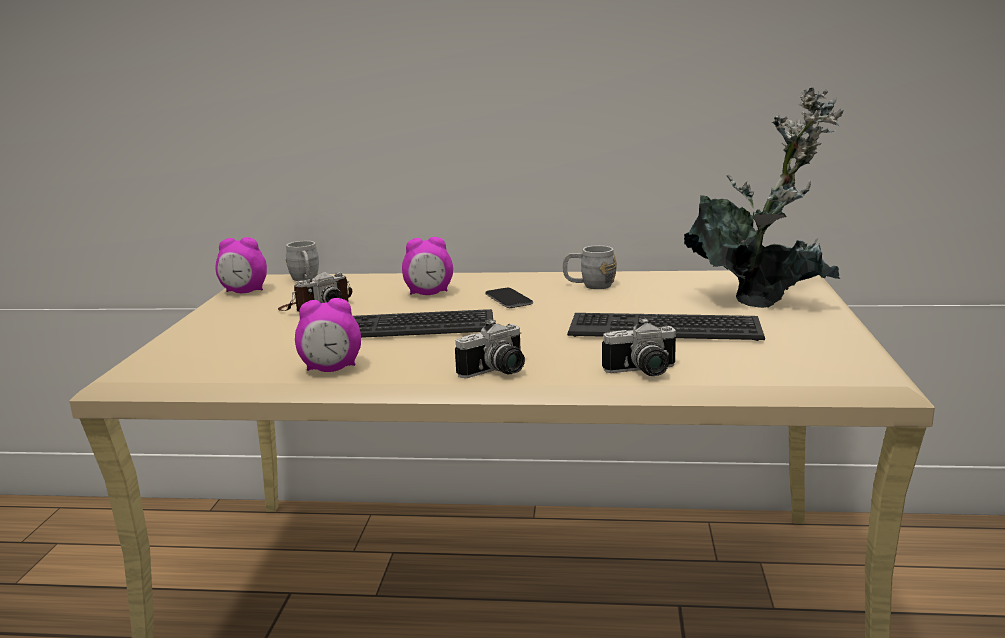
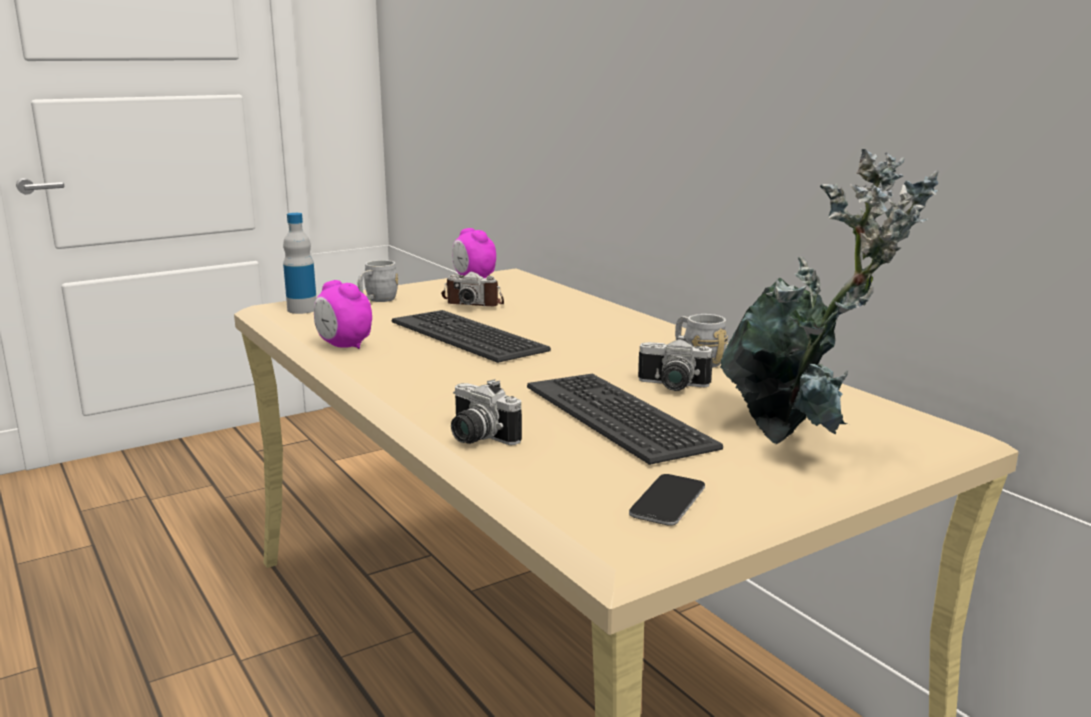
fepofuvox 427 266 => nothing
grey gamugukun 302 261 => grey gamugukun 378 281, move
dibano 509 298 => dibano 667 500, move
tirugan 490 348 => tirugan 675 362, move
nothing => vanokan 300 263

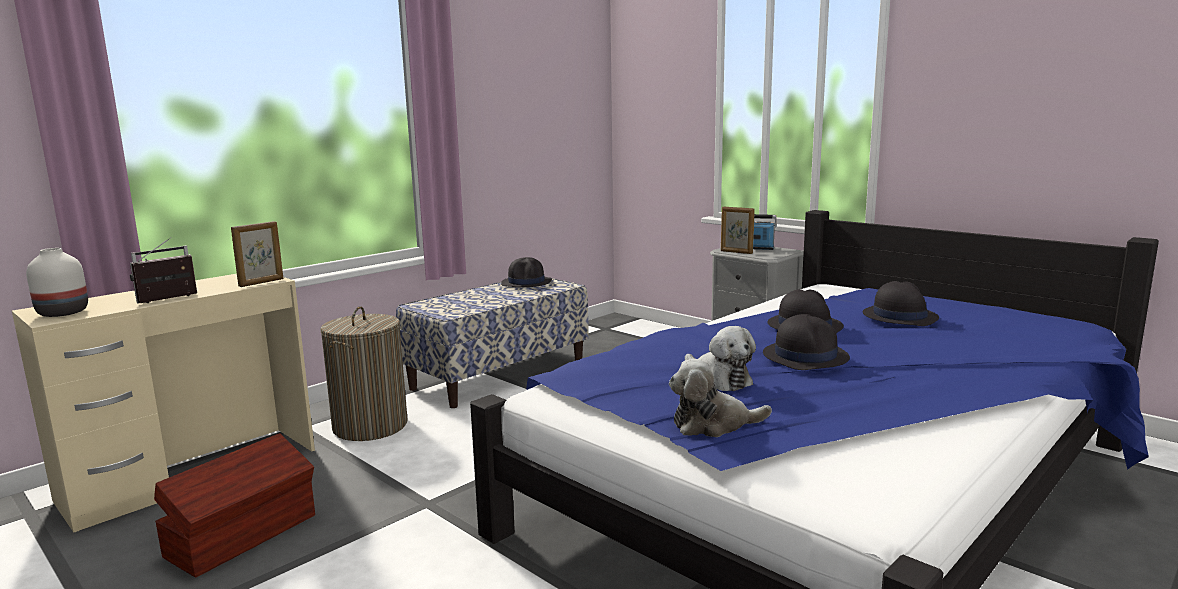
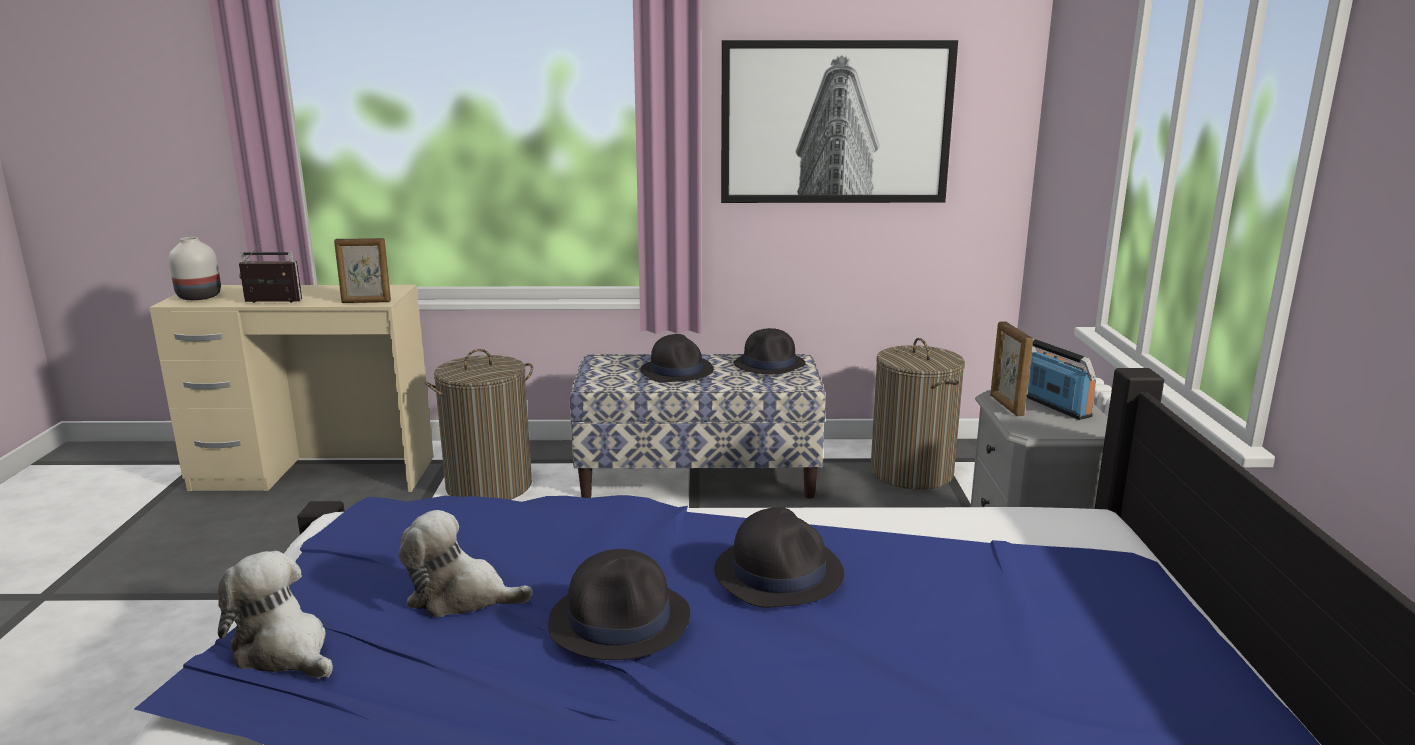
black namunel 901 303 => black namunel 677 358, move
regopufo 720 358 => regopufo 466 563, 90 degrees clockwise
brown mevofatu 234 505 => nothing
nothing => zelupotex 839 121
nothing => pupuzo 918 414

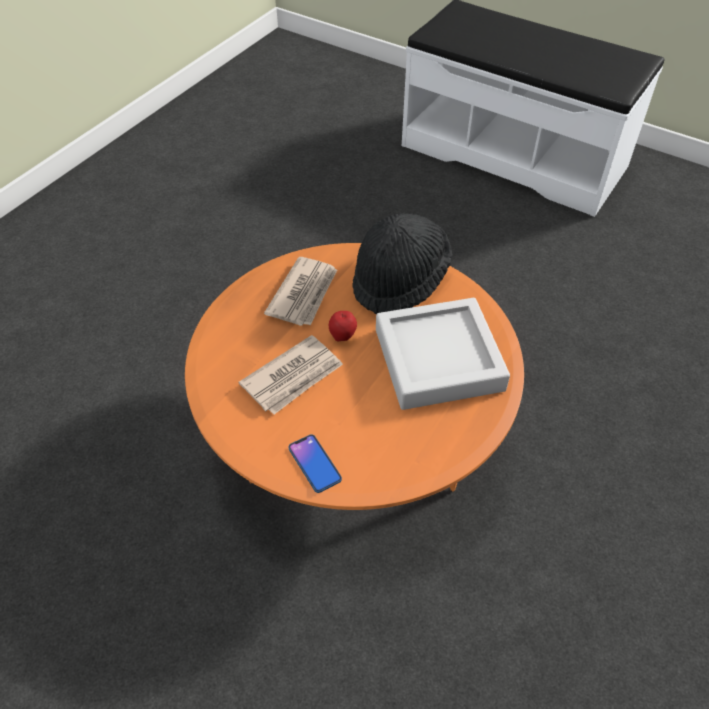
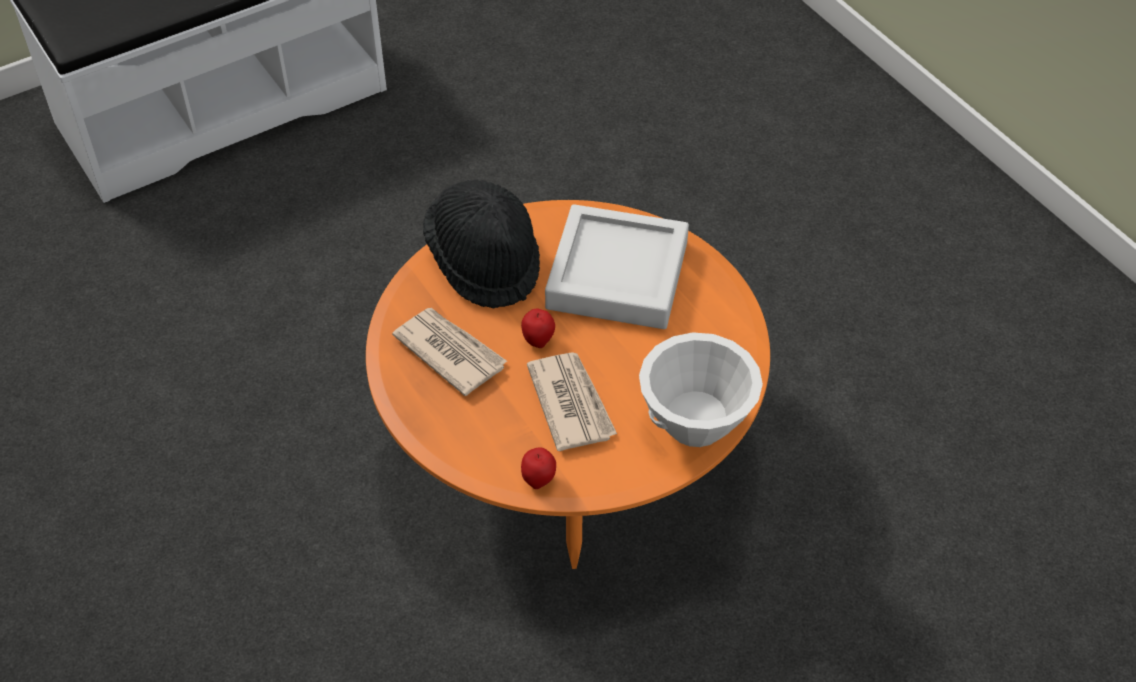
dibano 315 463 => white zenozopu 701 389
nothing => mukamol 538 468

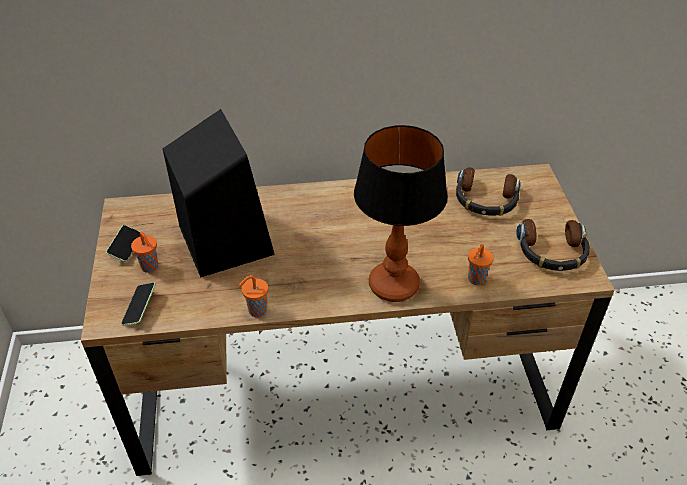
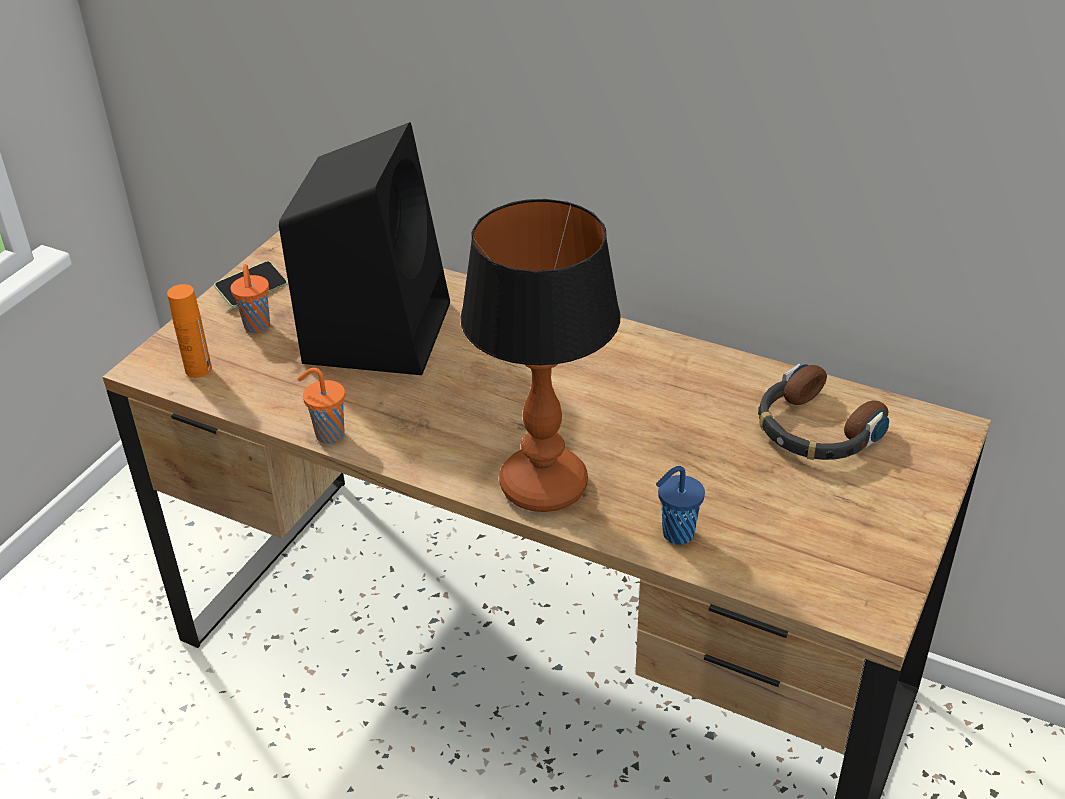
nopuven 553 245 => nothing
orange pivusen 481 264 => blue pivusen 680 505
dibano 138 304 => orange vanokan 189 331

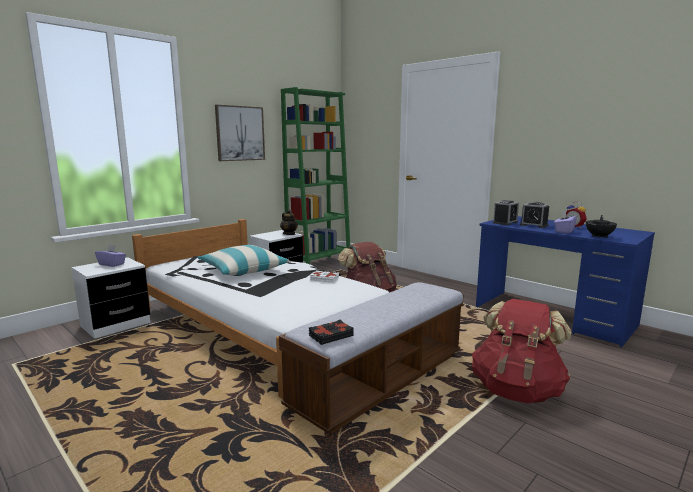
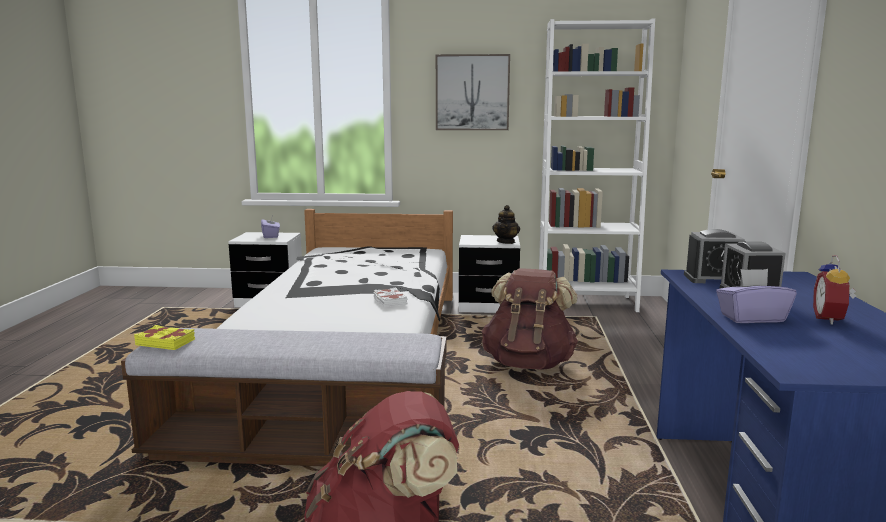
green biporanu 315 175 => white biporanu 597 165
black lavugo 601 226 => nothing
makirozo 243 260 => nothing
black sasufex 331 332 => yellow sasufex 164 337

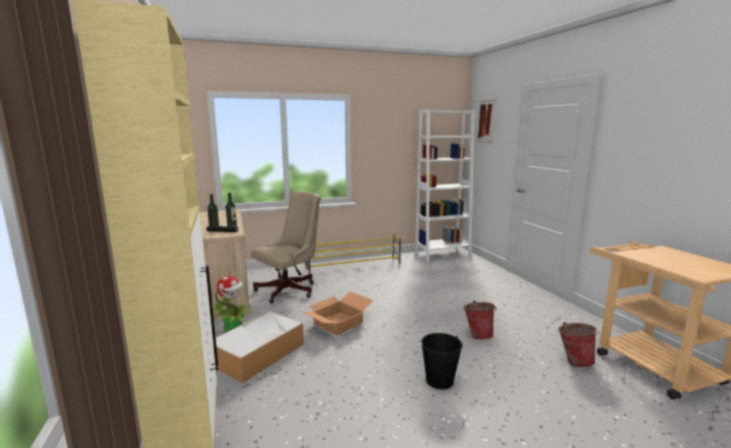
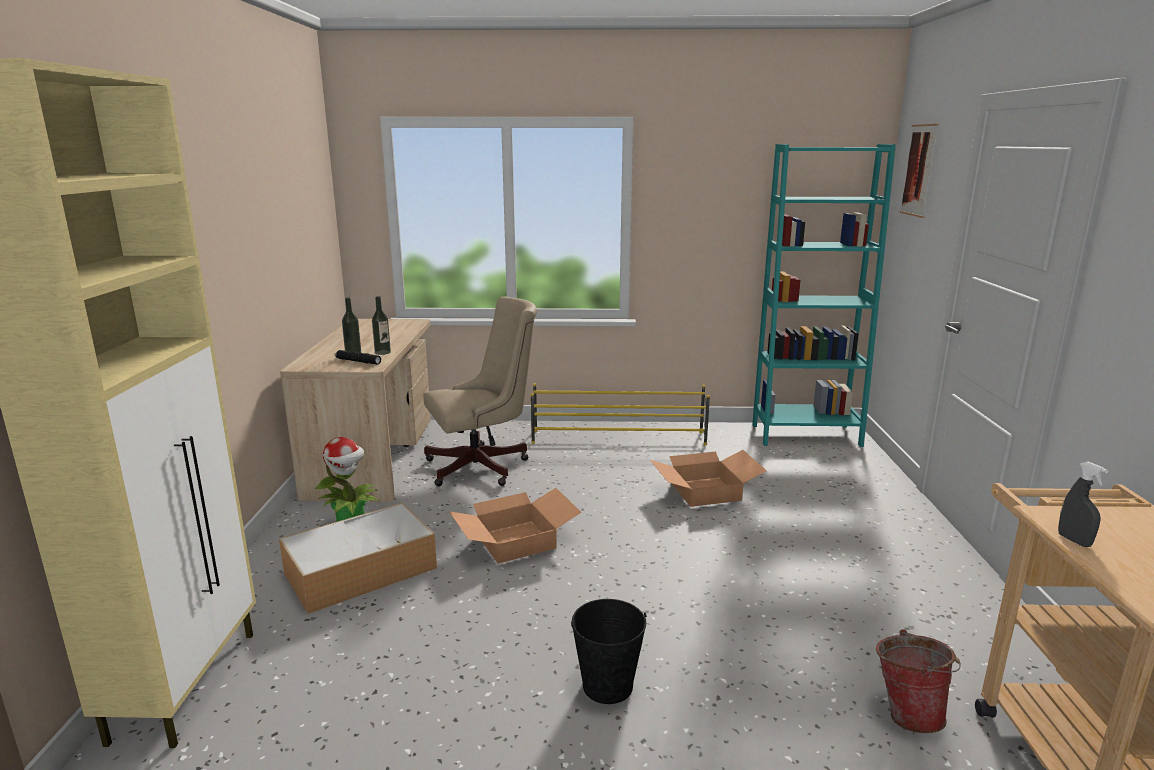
white biporanu 445 185 => turquoise biporanu 824 295
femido 480 320 => nothing
nothing => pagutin 708 478
nothing => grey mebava 1083 504

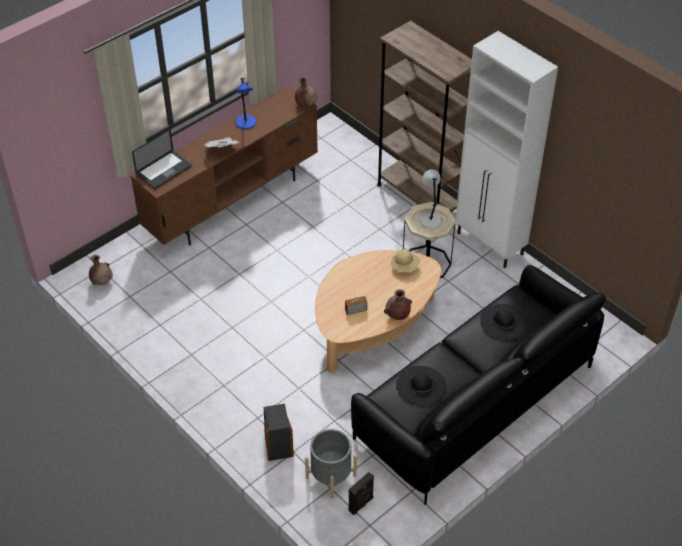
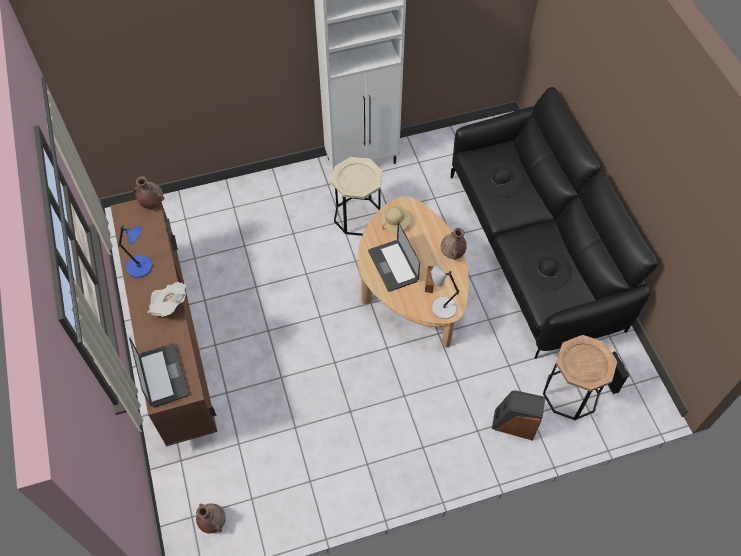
brown biporanu 424 116 => nothing
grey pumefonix 431 199 => grey pumefonix 445 292, move
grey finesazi 331 464 => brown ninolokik 580 377
nothing => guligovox 394 257

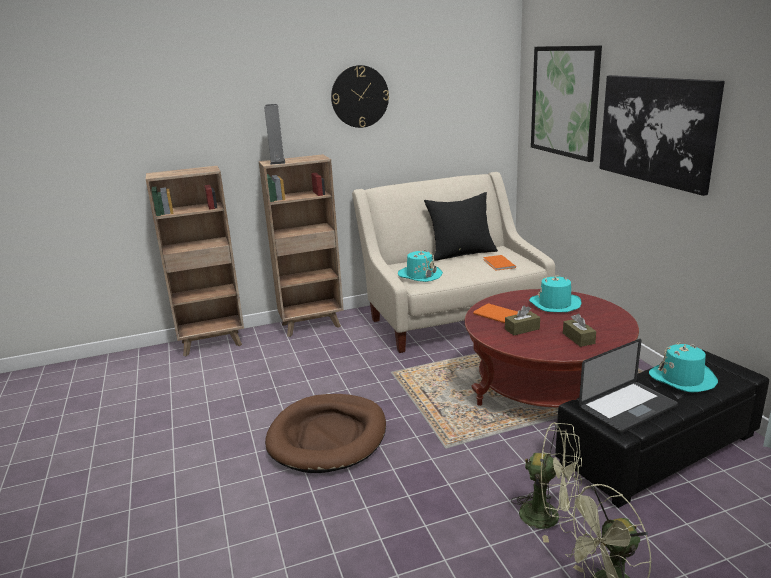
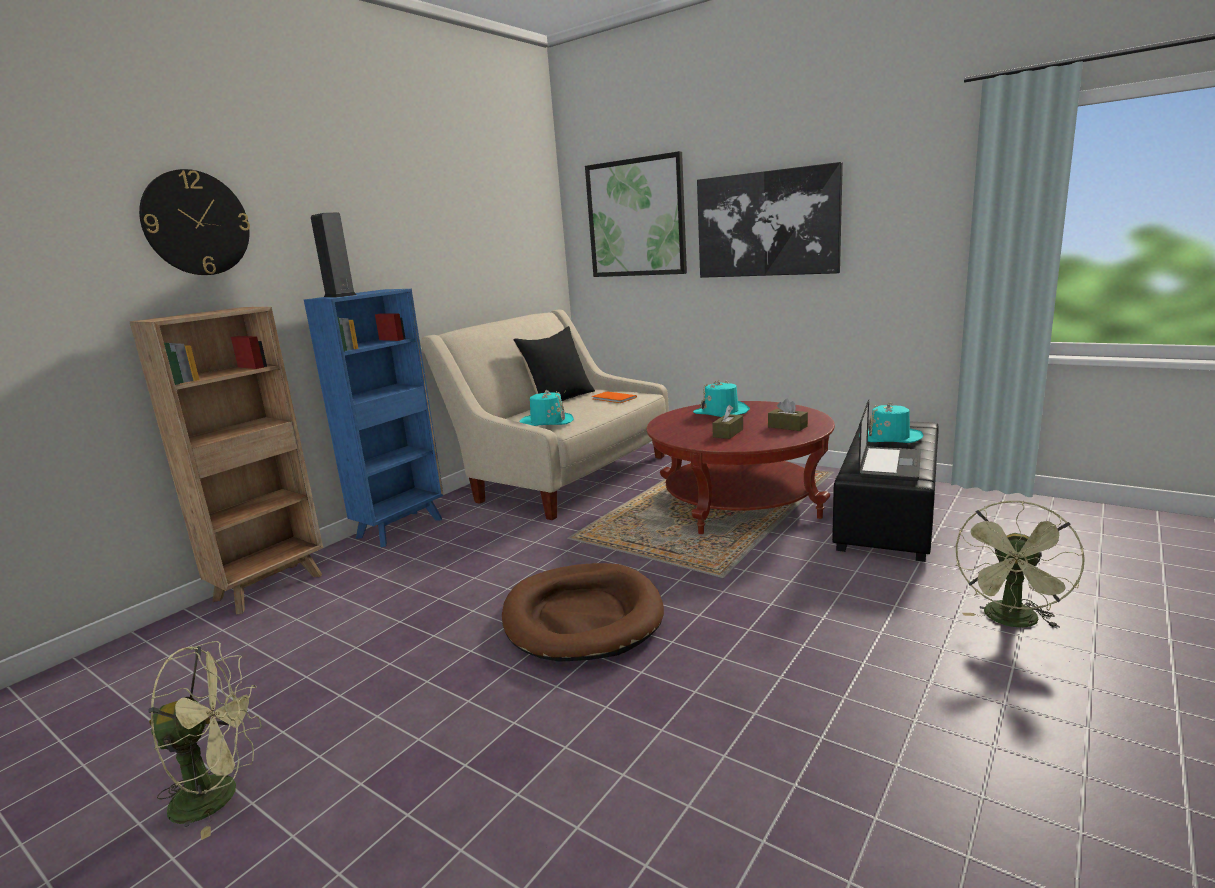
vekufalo 360 96 => vekufalo 194 222, move
brown biporanu 301 245 => blue biporanu 374 418
orange sasufex 495 313 => nothing
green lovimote 546 482 => green lovimote 205 740, move

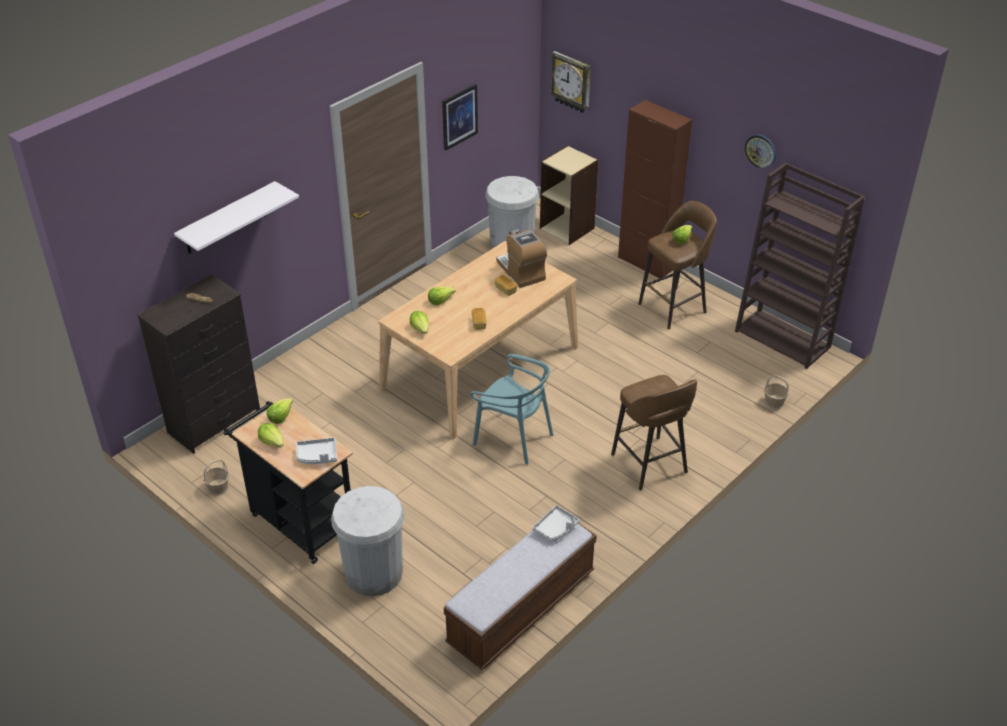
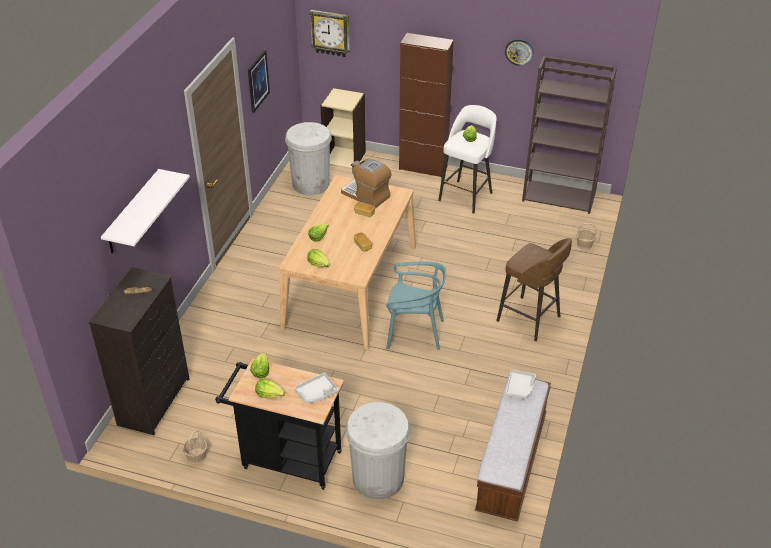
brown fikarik 677 265 => white fikarik 467 159

